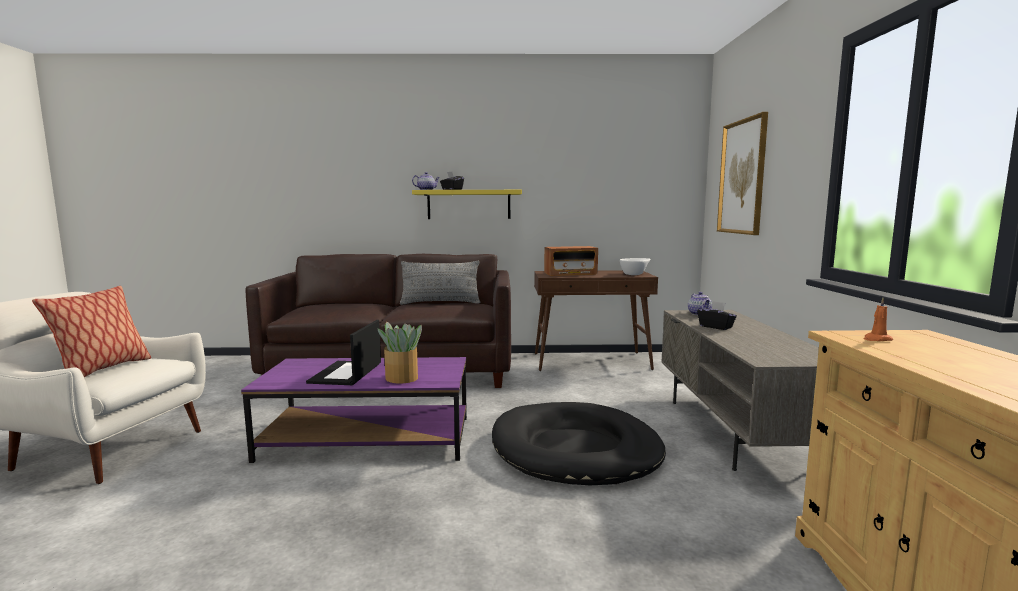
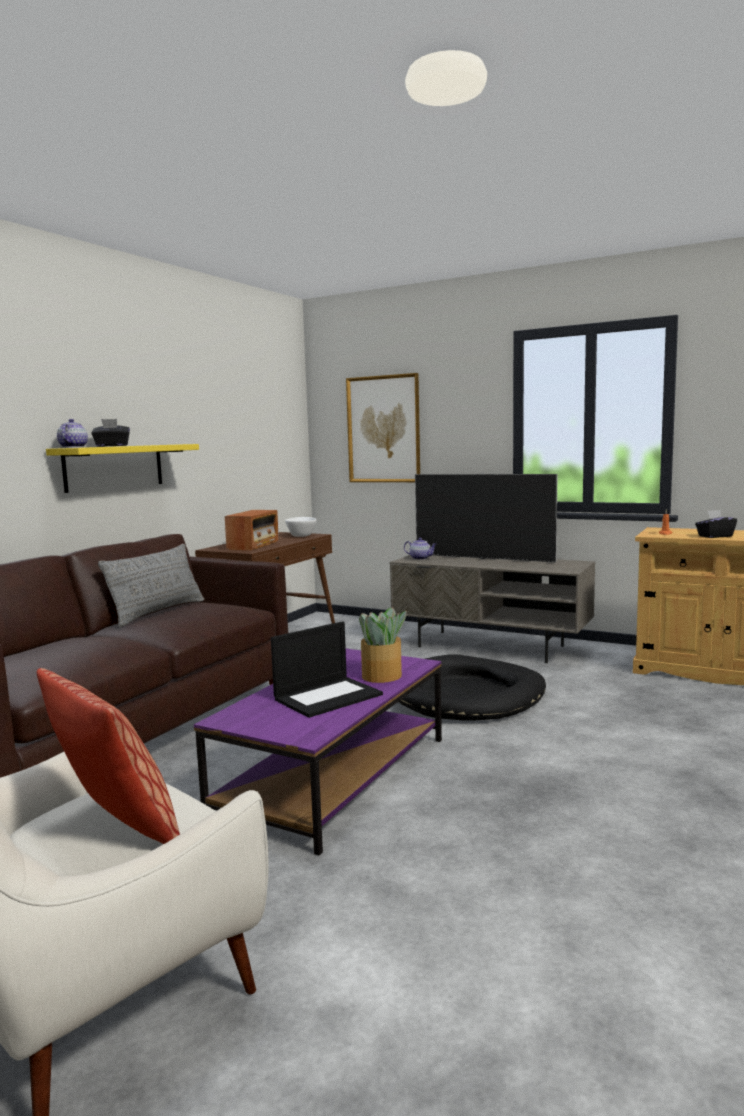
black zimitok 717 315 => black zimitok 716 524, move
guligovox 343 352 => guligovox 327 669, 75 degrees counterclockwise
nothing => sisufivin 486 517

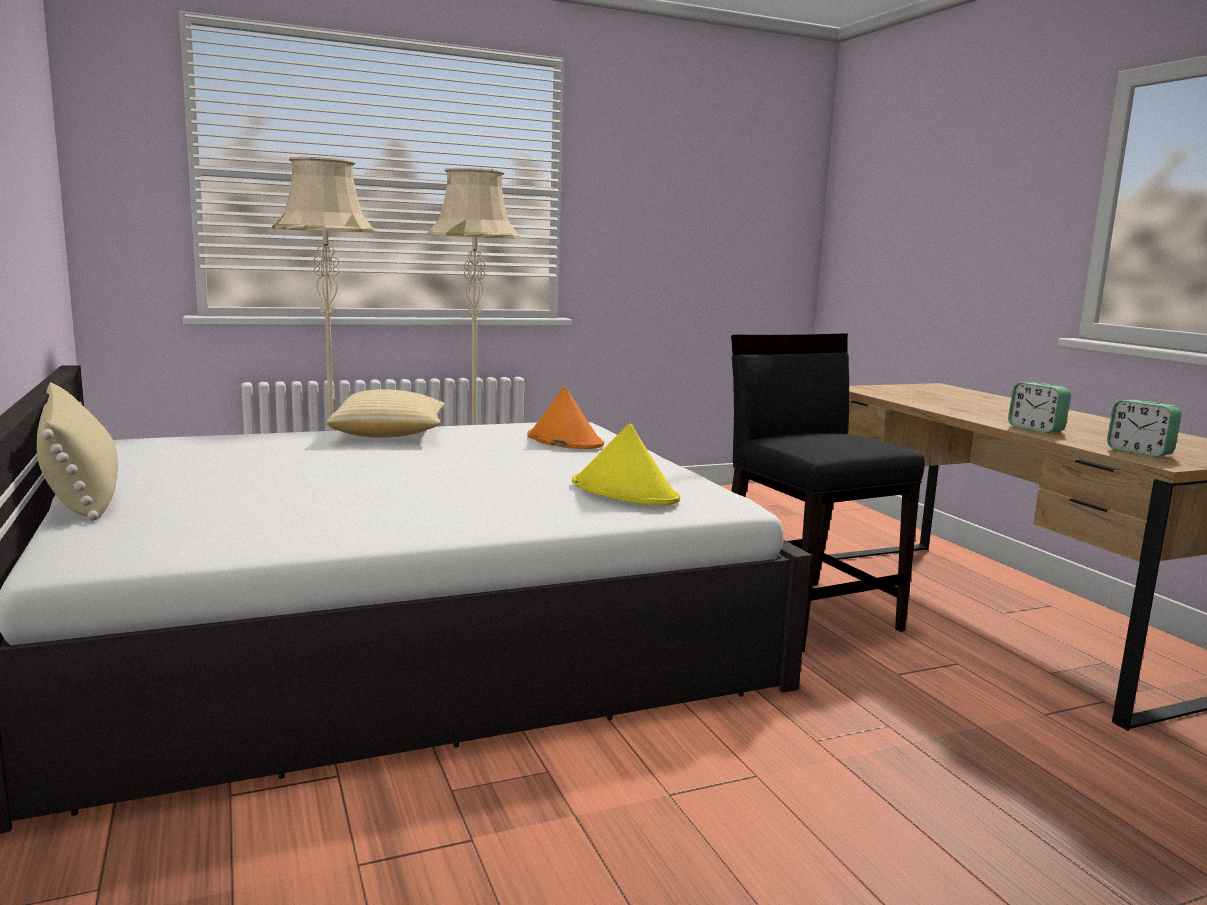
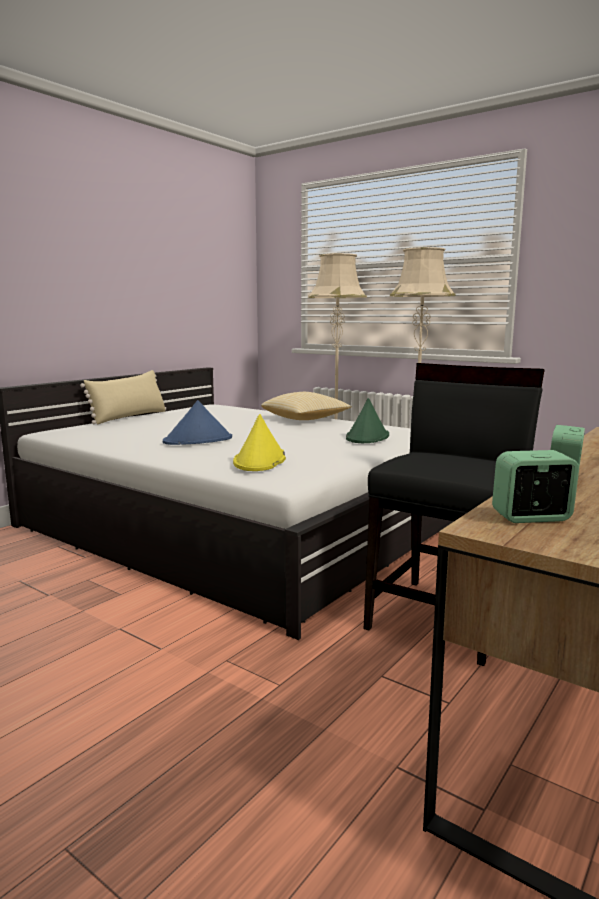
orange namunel 565 417 => green namunel 367 420
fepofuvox 1144 428 => fepofuvox 535 486, 60 degrees clockwise
nothing => blue namunel 197 422

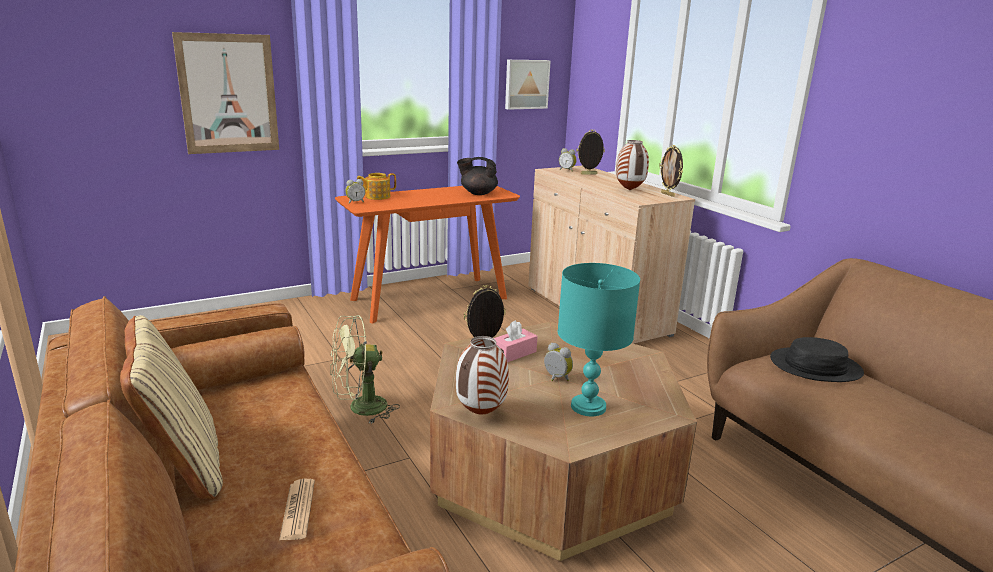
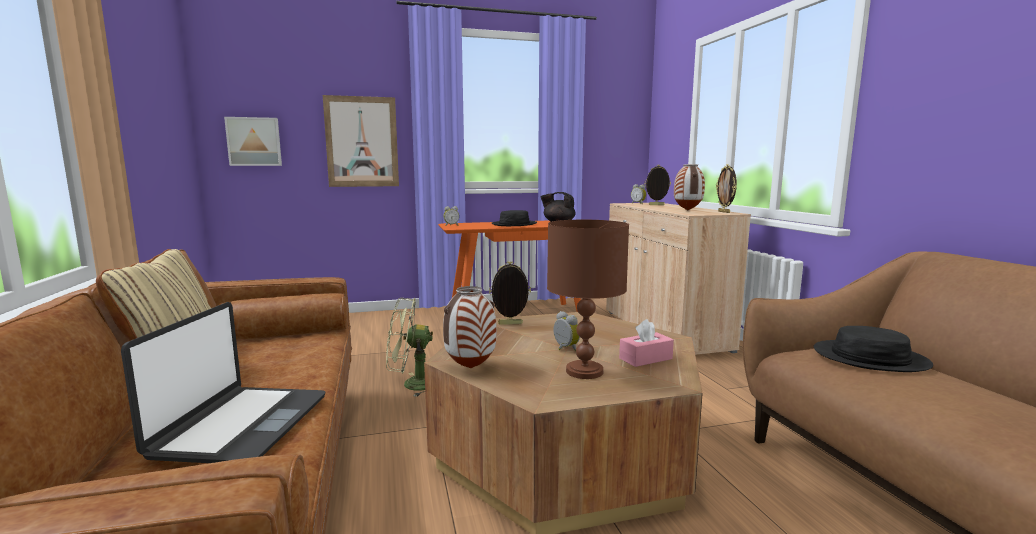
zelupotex 528 85 => zelupotex 253 141, move
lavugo 376 186 => nothing
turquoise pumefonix 598 339 => brown pumefonix 588 299
pink zimitok 515 341 => pink zimitok 646 343, move
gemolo 297 510 => guligovox 223 382
nothing => black namunel 514 218

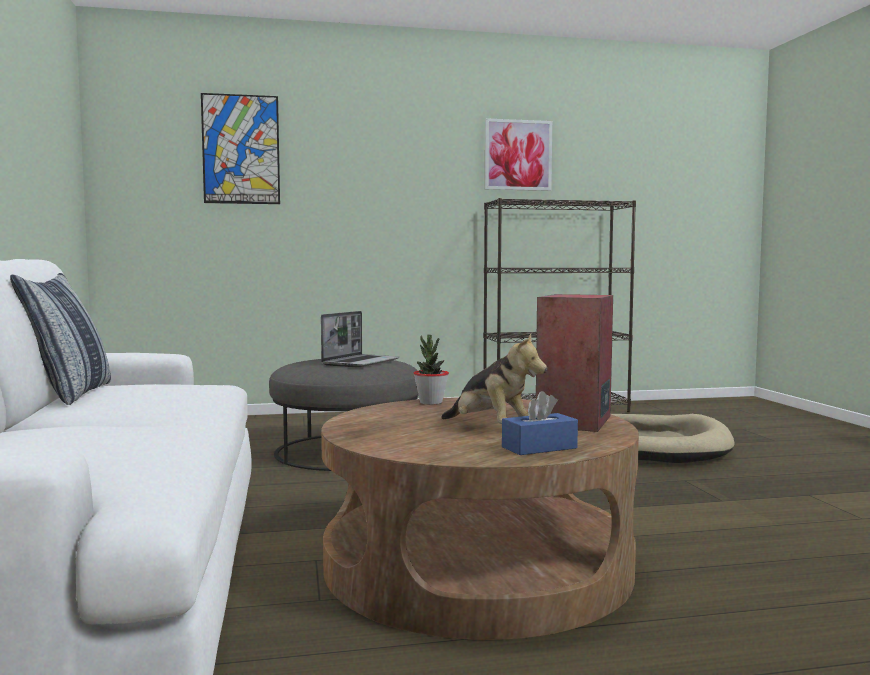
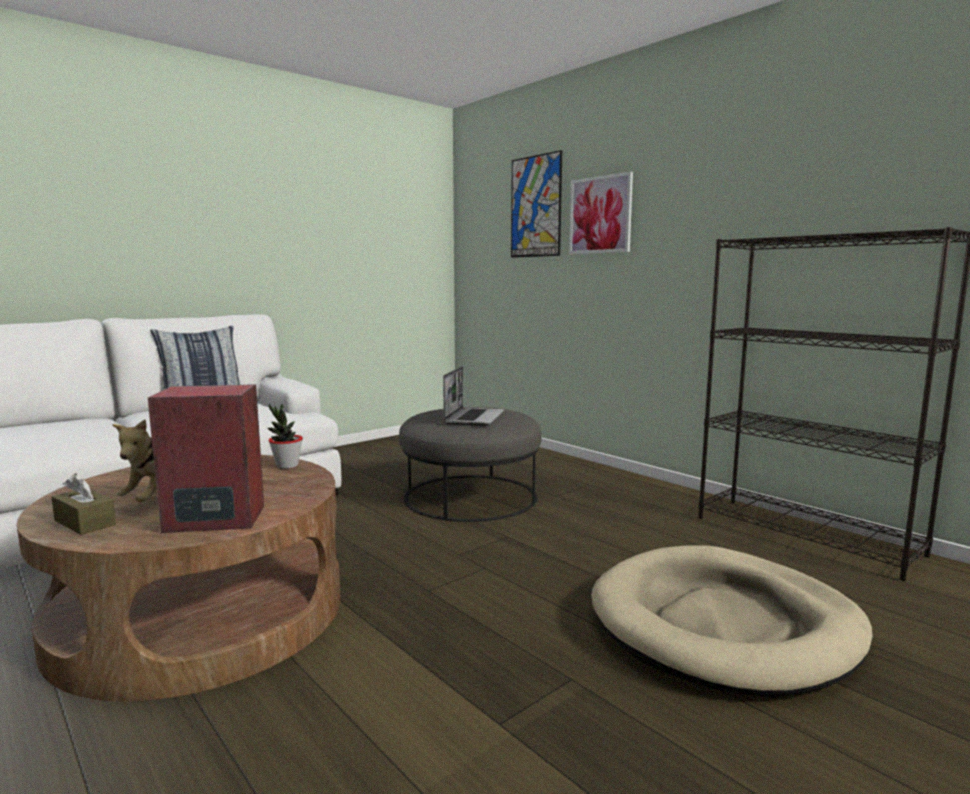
zelupotex 518 154 => zelupotex 601 212, move
guligovox 360 339 => guligovox 474 396, 75 degrees counterclockwise
blue zimitok 540 423 => brown zimitok 83 504

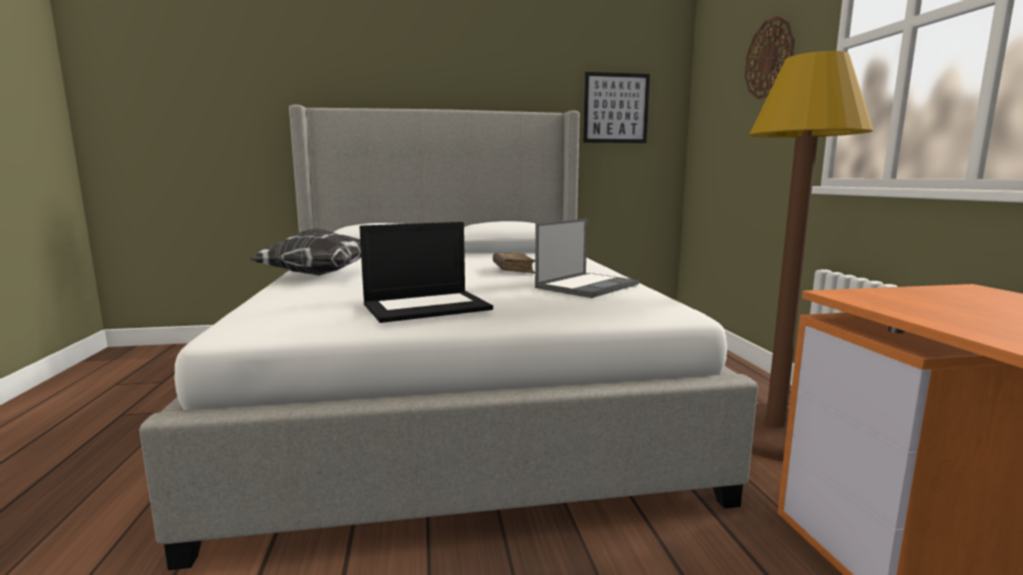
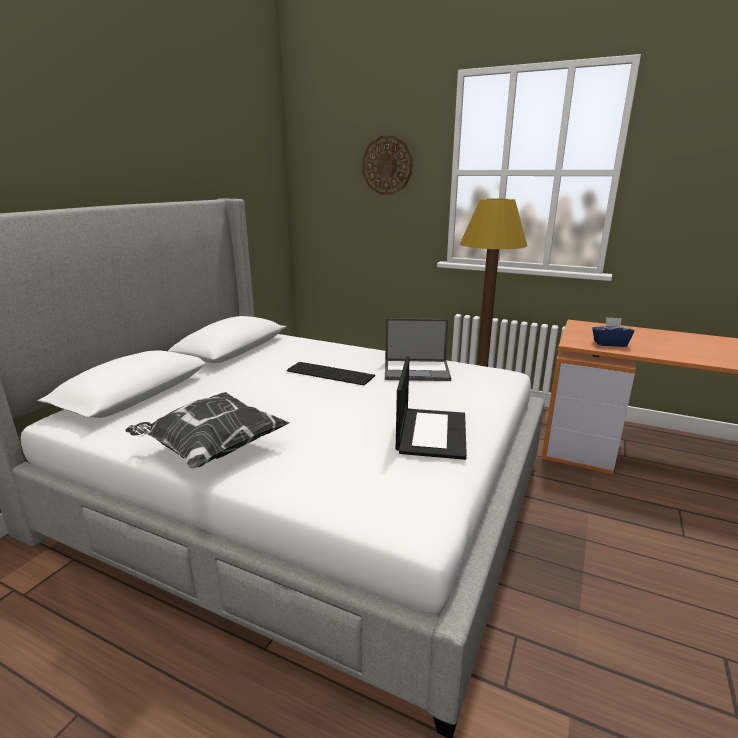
zelupotex 616 107 => nothing
guligovox 587 258 => guligovox 418 349, 105 degrees clockwise
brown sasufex 514 263 => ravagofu 331 374
nothing => blue zimitok 613 332

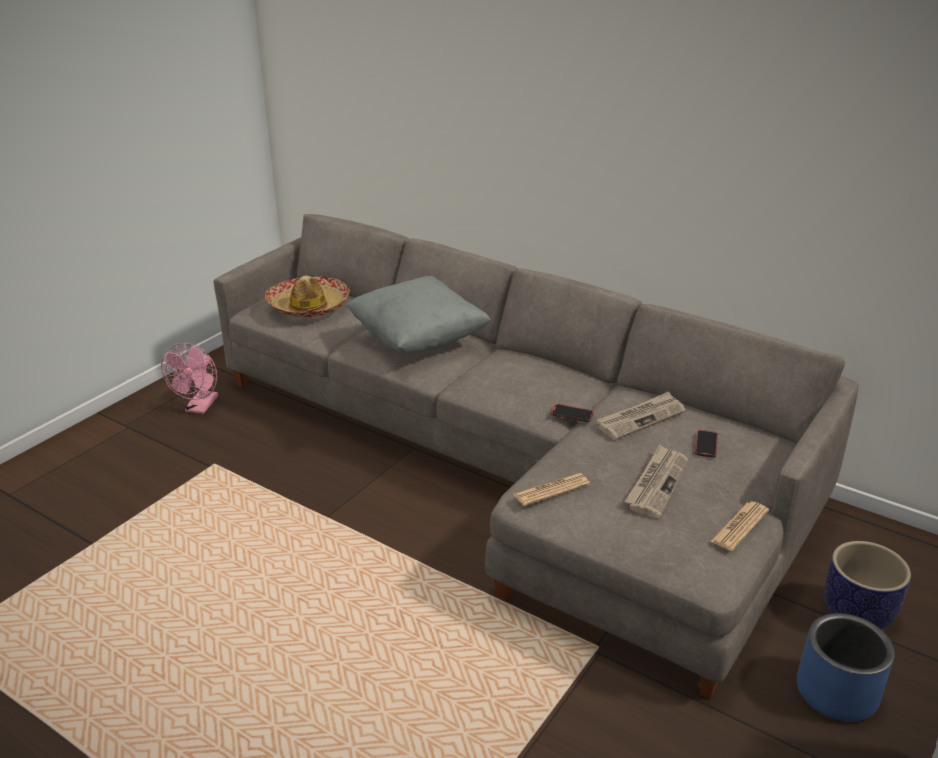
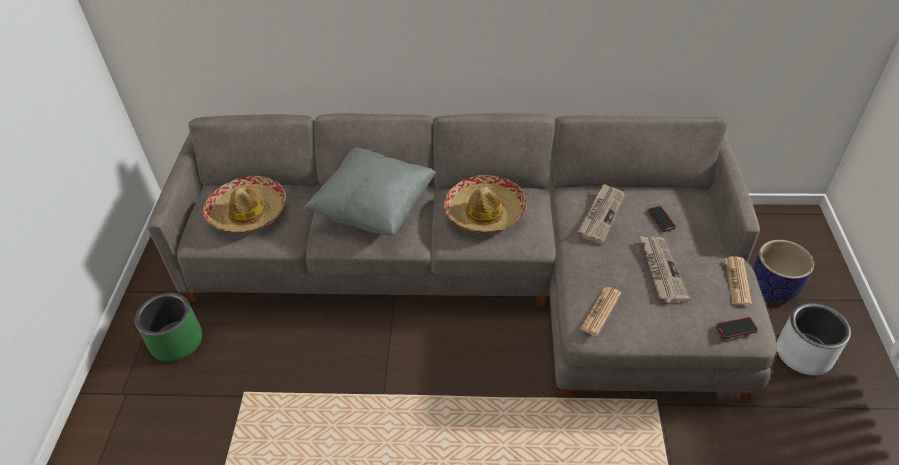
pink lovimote 189 378 => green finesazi 168 327
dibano 572 413 => dibano 737 328, move
blue finesazi 846 667 => grey finesazi 814 339
nothing => namunel 485 204

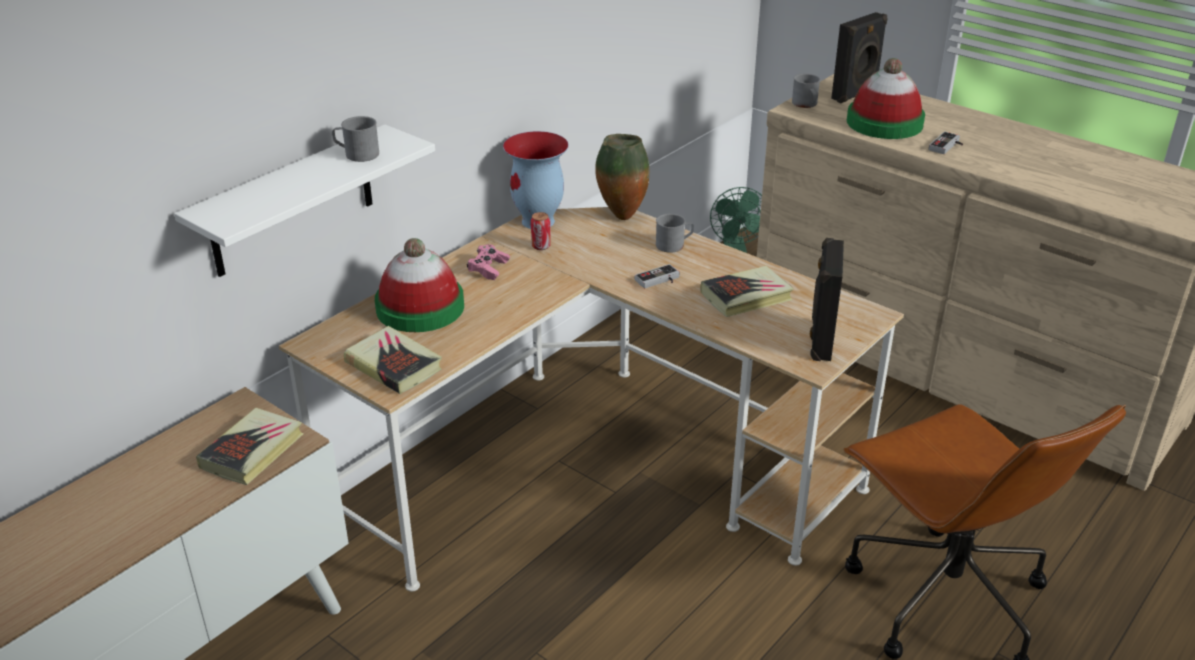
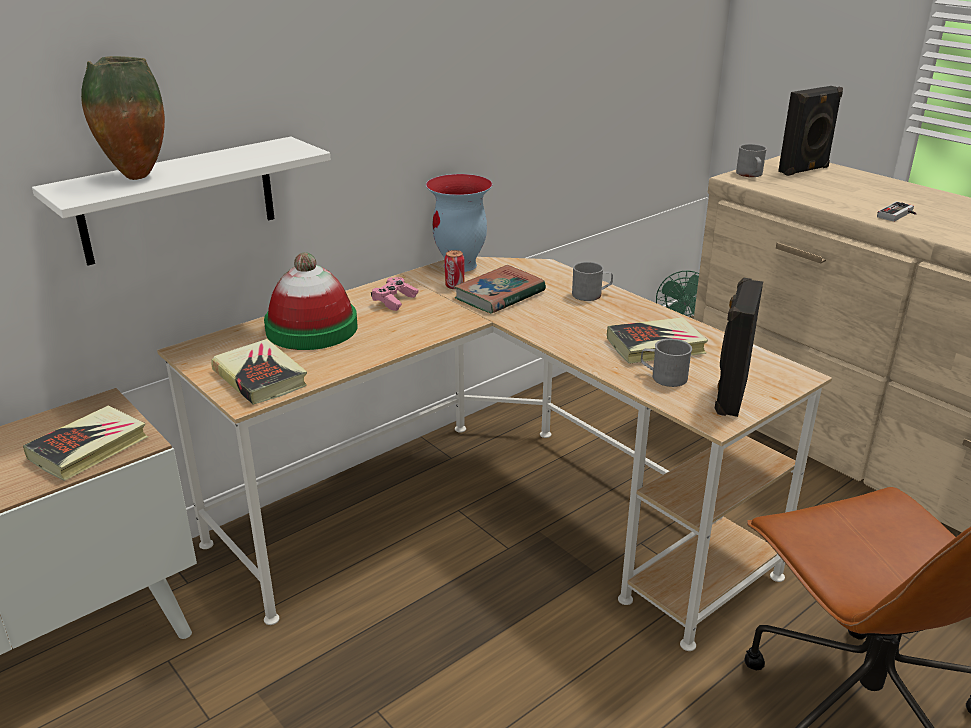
namunel 886 98 => nothing
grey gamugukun 355 139 => grey gamugukun 666 363, move
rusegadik 622 177 => rusegadik 123 118, move
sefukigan 657 276 => nothing
nothing => sasufex 500 289

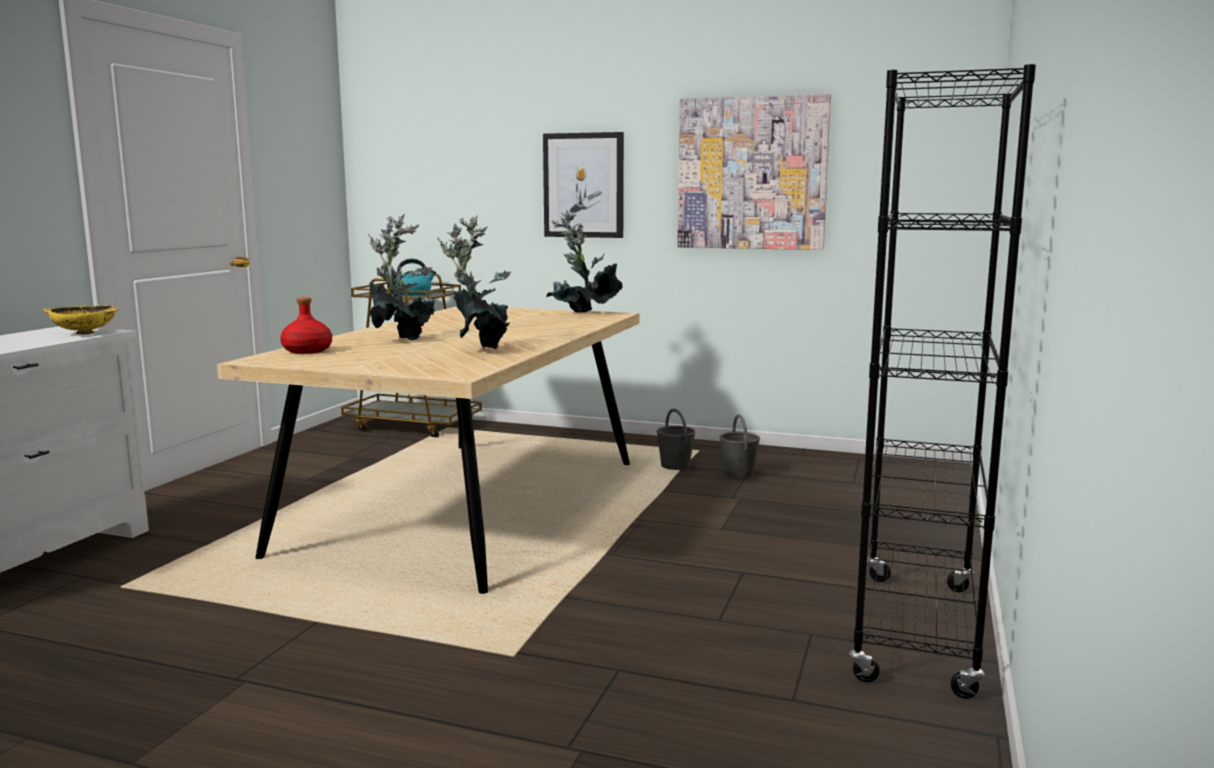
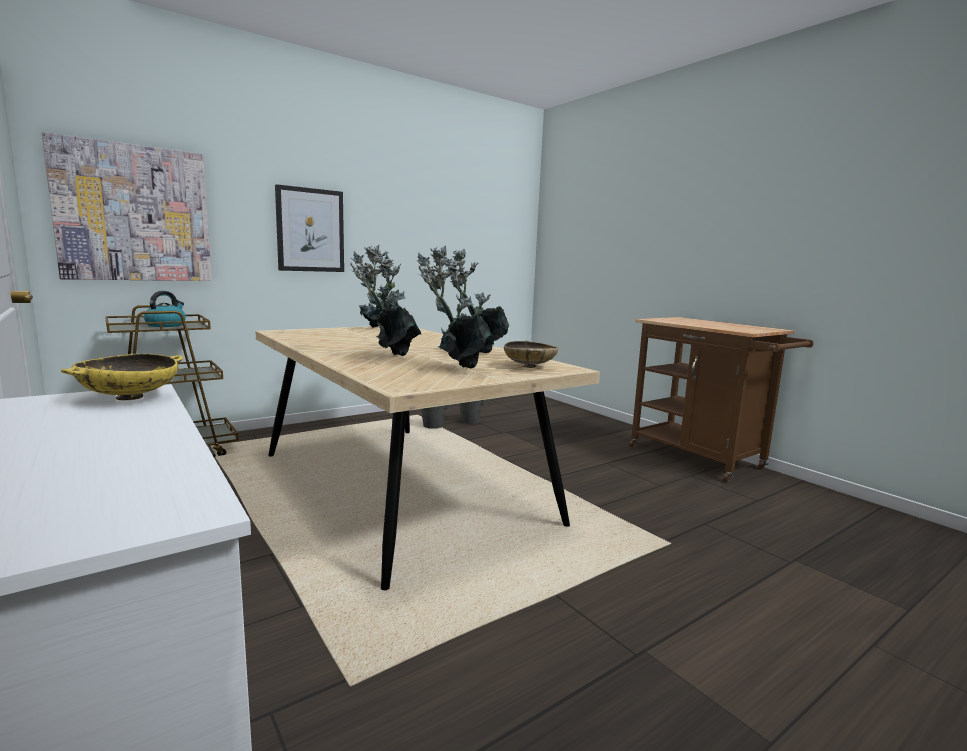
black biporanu 942 381 => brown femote 721 399
zelupotex 754 172 => zelupotex 127 206, move
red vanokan 306 325 => nothing
nothing => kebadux 455 307
nothing => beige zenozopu 531 354

